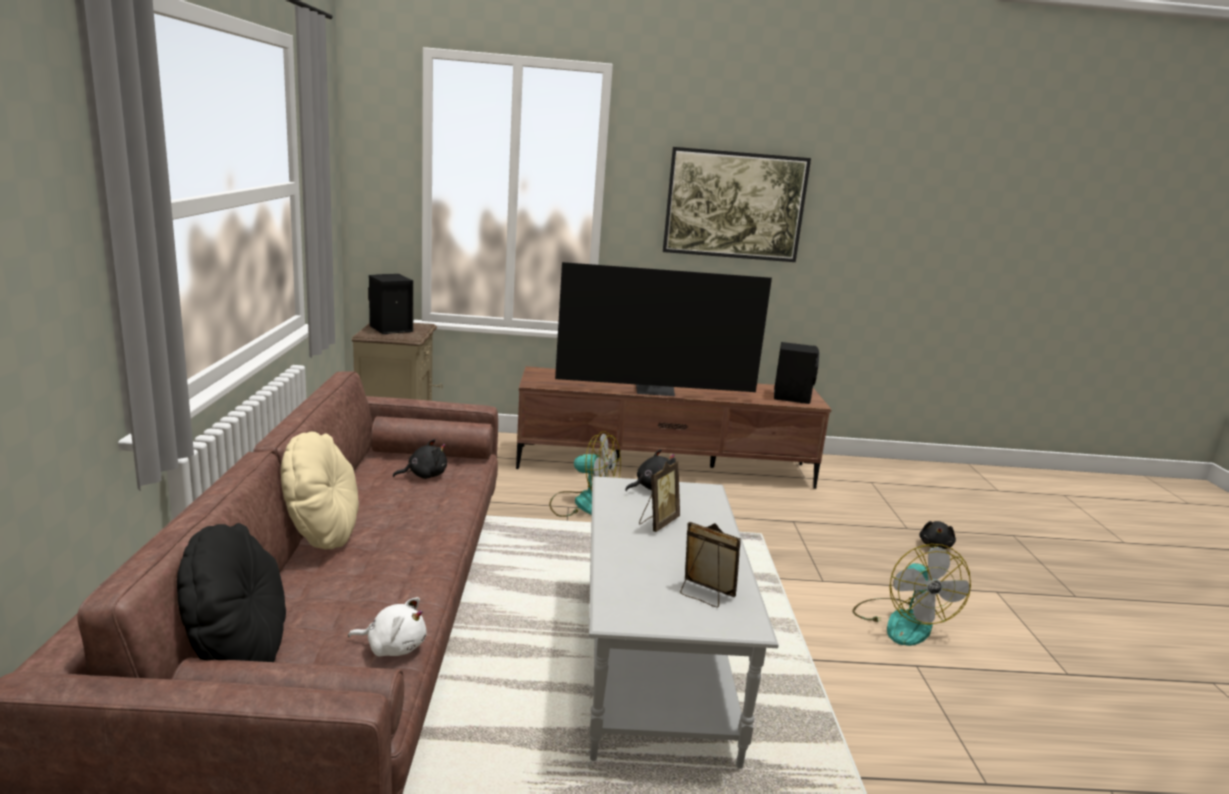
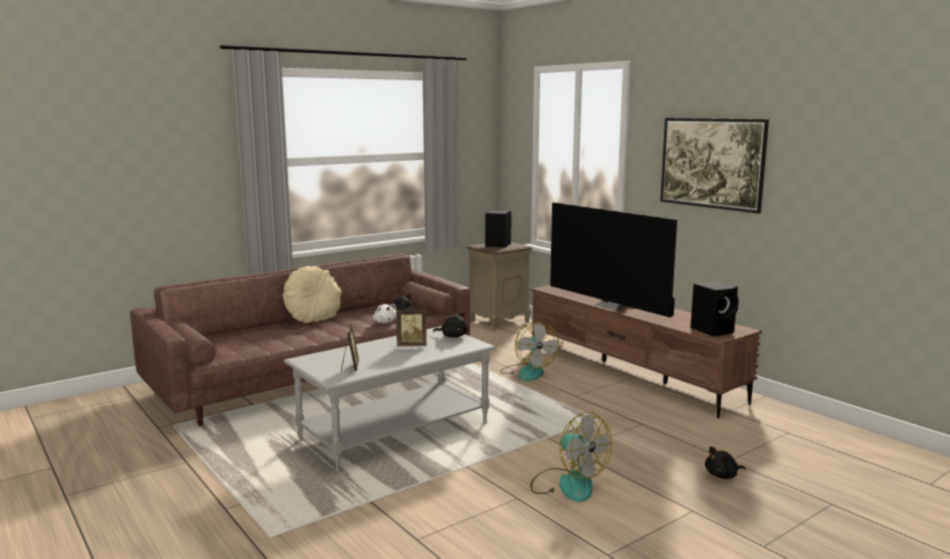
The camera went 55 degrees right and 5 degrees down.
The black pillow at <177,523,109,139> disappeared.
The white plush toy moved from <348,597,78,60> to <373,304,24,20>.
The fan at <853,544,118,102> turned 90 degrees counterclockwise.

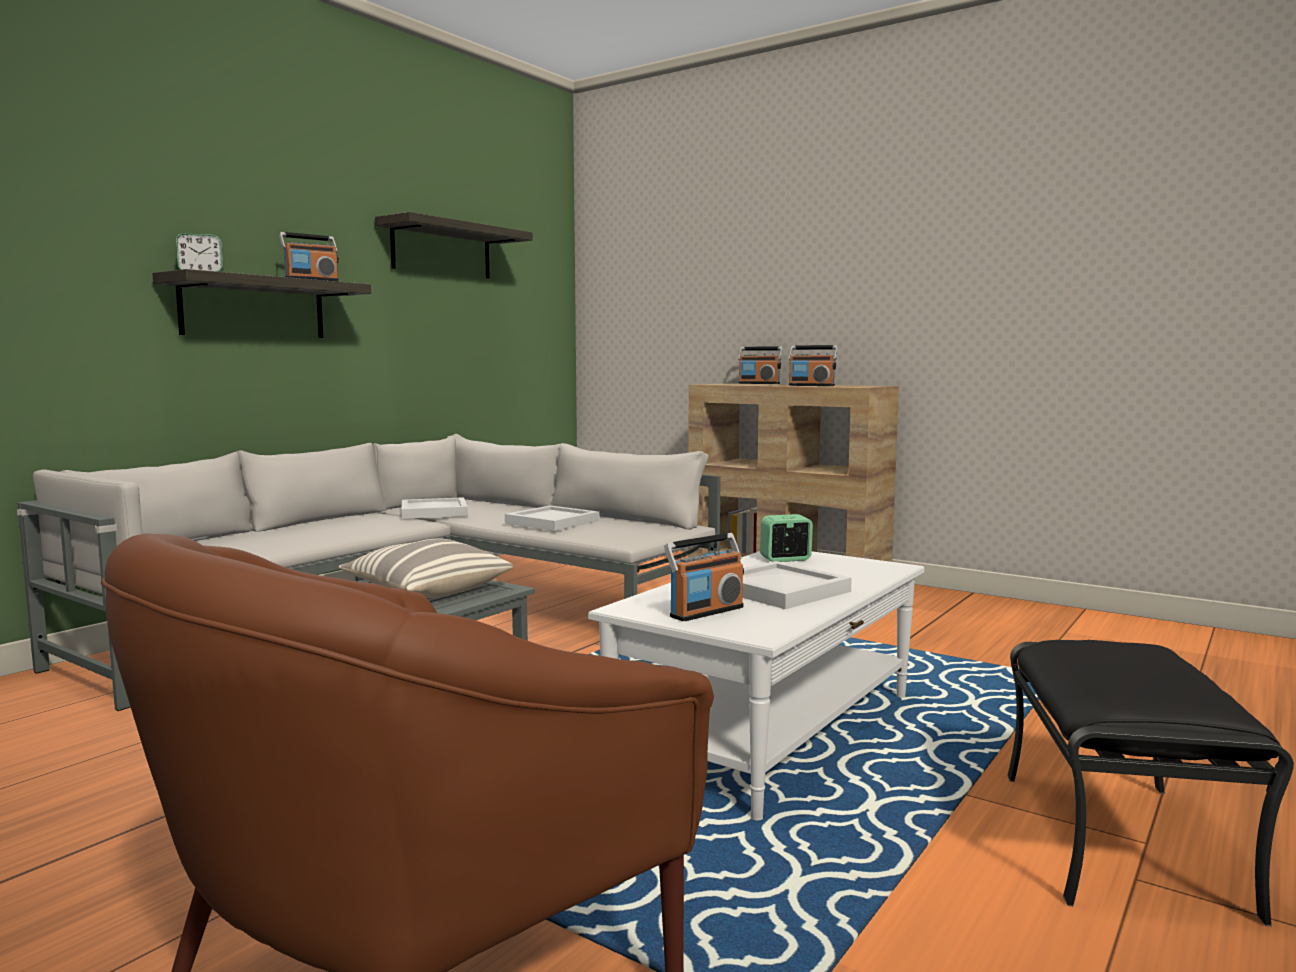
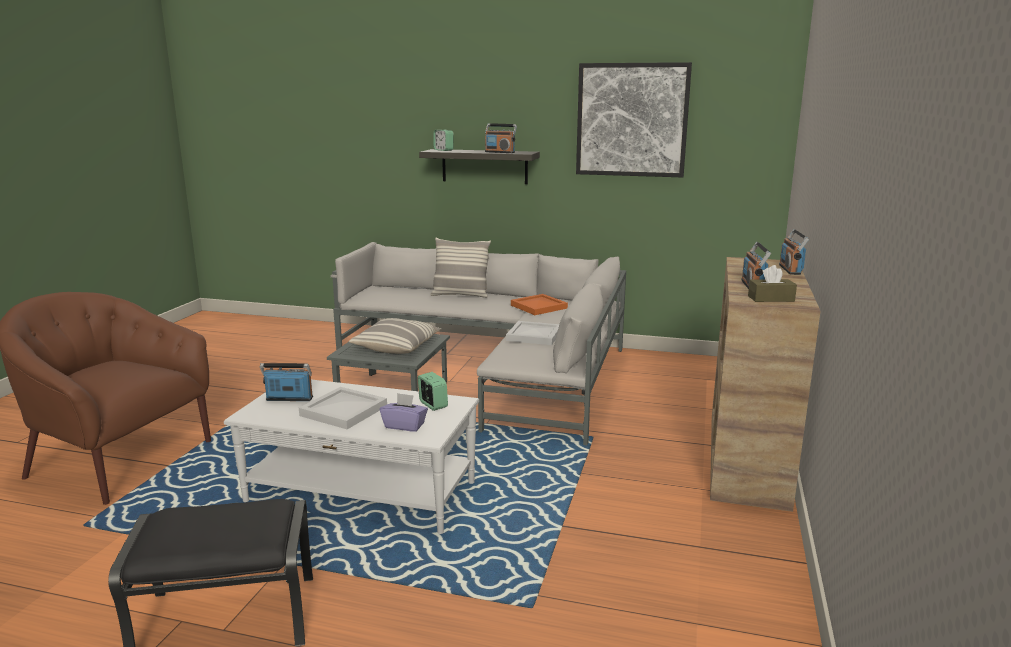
The camera went 70 degrees right and 10 degrees up.
The shelf at <375,212,158,66> was replaced by the picture at <576,62,116,115>.
The white tray at <401,497,67,22> became the orange tray at <511,294,57,21>.
The radio at <664,533,80,88> turned 150 degrees clockwise.
The purple tissue box at <380,393,48,39> appeared.
The pillow at <430,238,61,60> appeared.
The brown tissue box at <748,265,49,37> appeared.

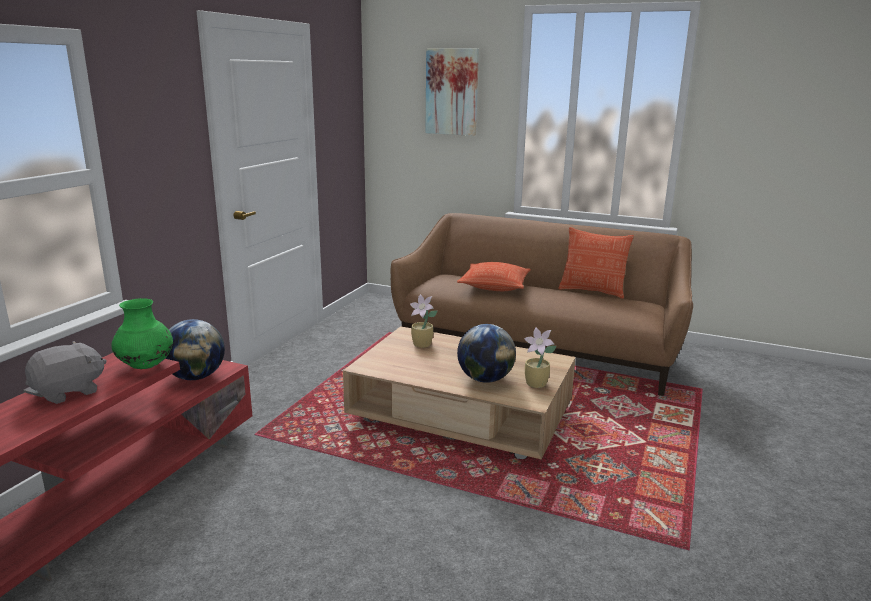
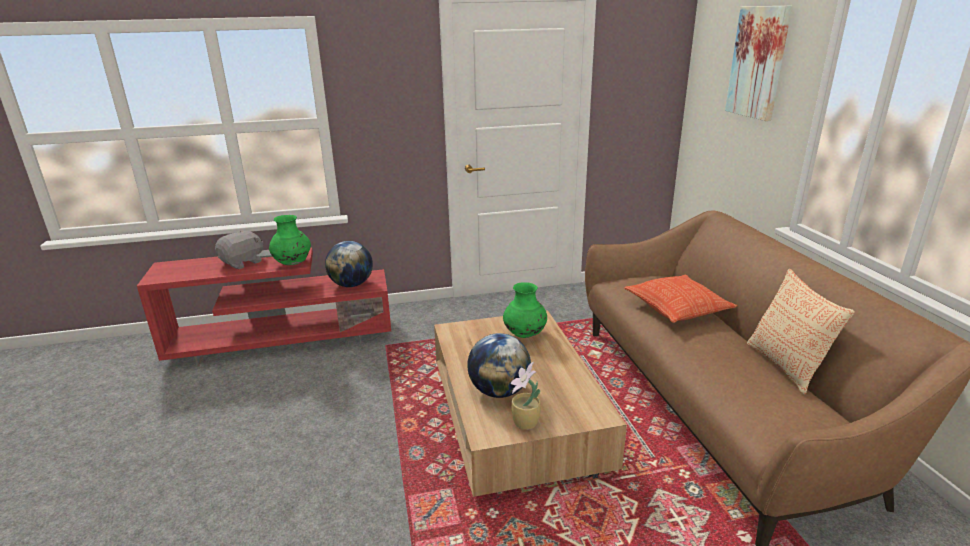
The camera went 55 degrees right and 5 degrees up.
The grey plush toy at <25,341,82,63> turned 60 degrees counterclockwise.
The potted plant at <410,294,28,54> was replaced by the green vase at <503,282,44,56>.
The orange pillow at <558,227,76,72> became the beige pillow at <747,269,108,125>.

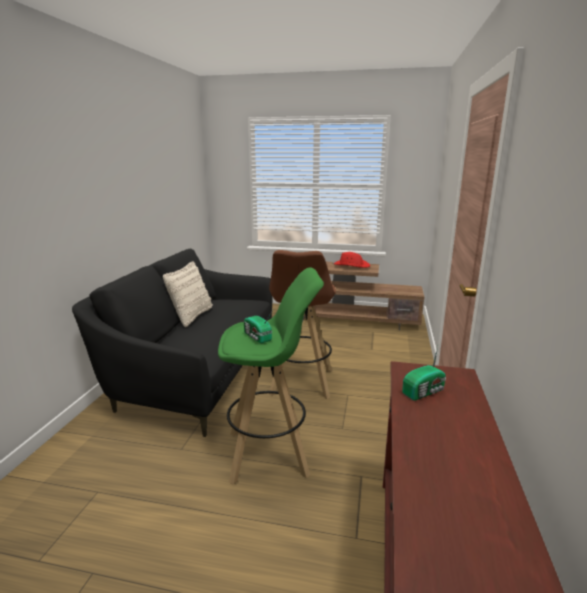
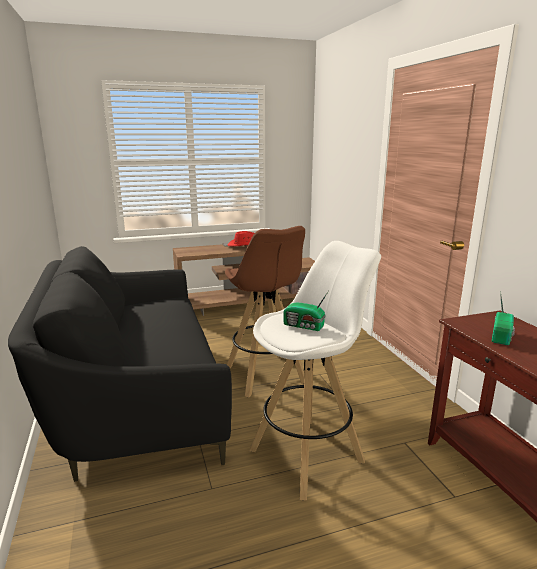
The camera went 30 degrees left and 0 degrees up.
The beige pillow at <163,261,50,66> disappeared.
The green stool at <218,267,106,218> became the white stool at <249,241,132,259>.

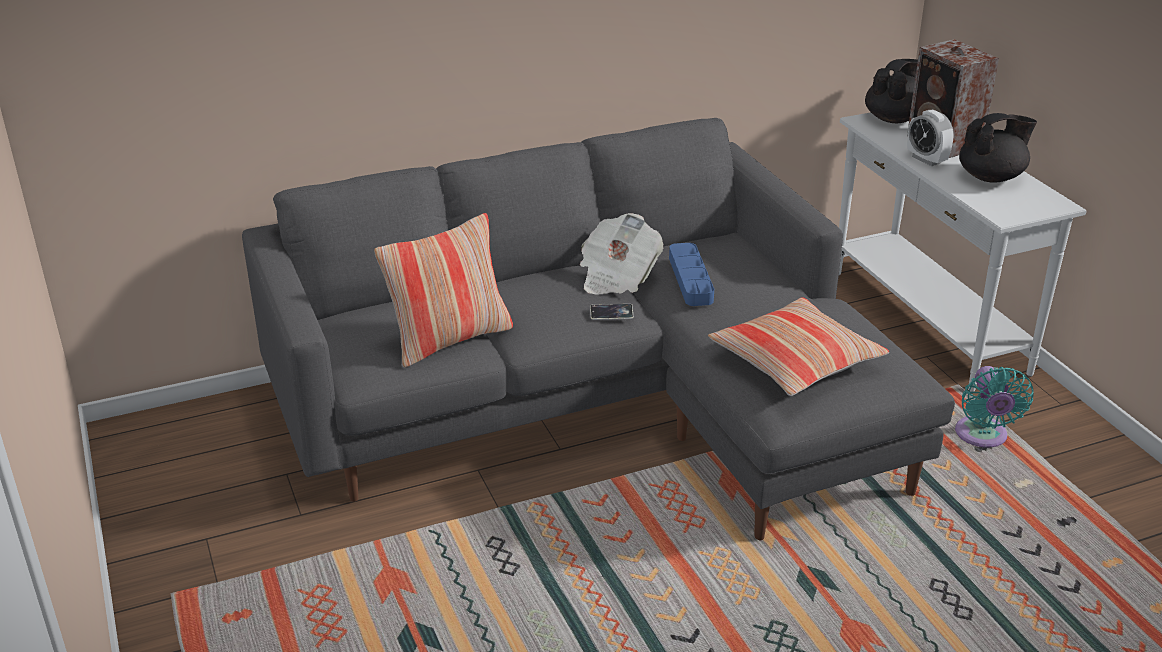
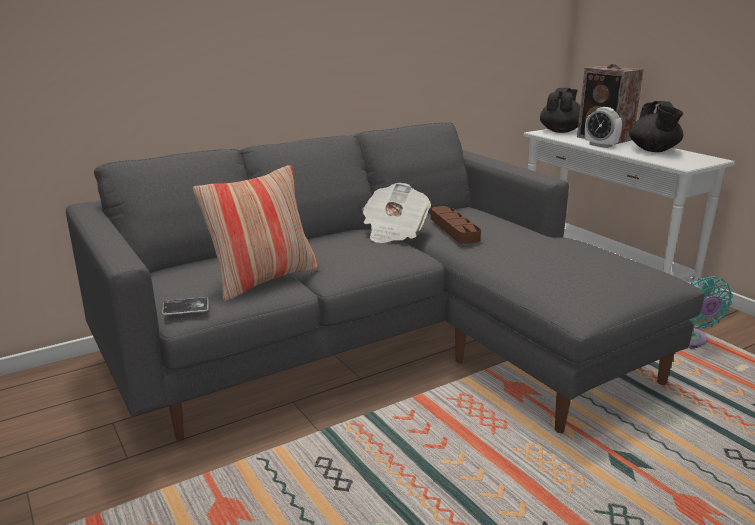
The camera went 10 degrees left and 10 degrees down.
The phone moved from <590,304,43,16> to <163,297,45,18>.
The blue tray at <669,243,45,63> became the brown tray at <430,206,51,38>.
The pillow at <708,297,181,99> disappeared.
The black teapot at <959,113,78,70> turned 120 degrees clockwise.

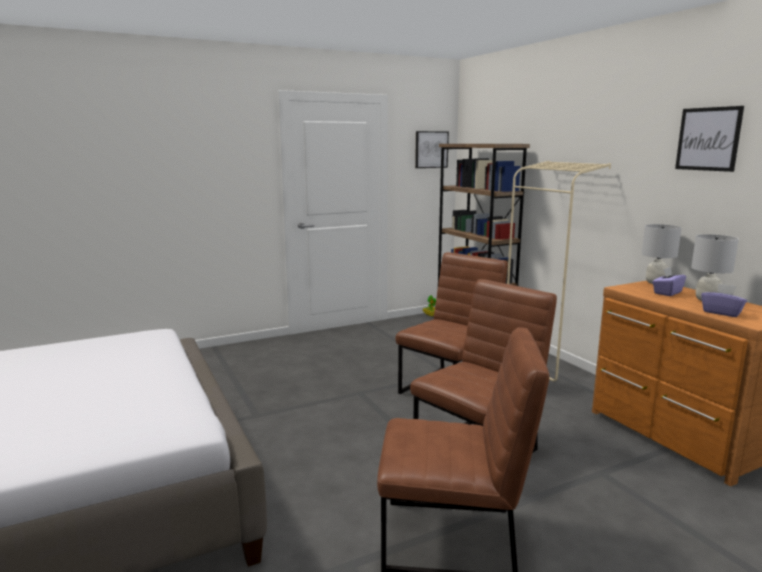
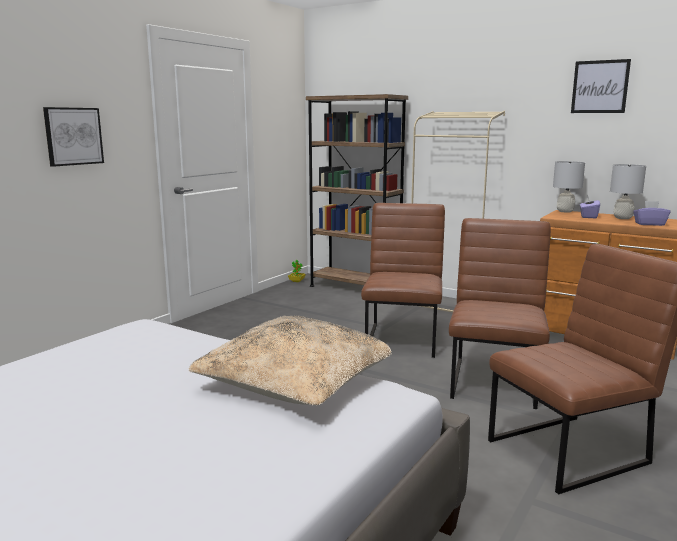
The camera went 30 degrees left and 0 degrees up.
The picture moved from <415,131,34,37> to <43,107,61,60>.
The beige pillow at <189,316,203,90> appeared.

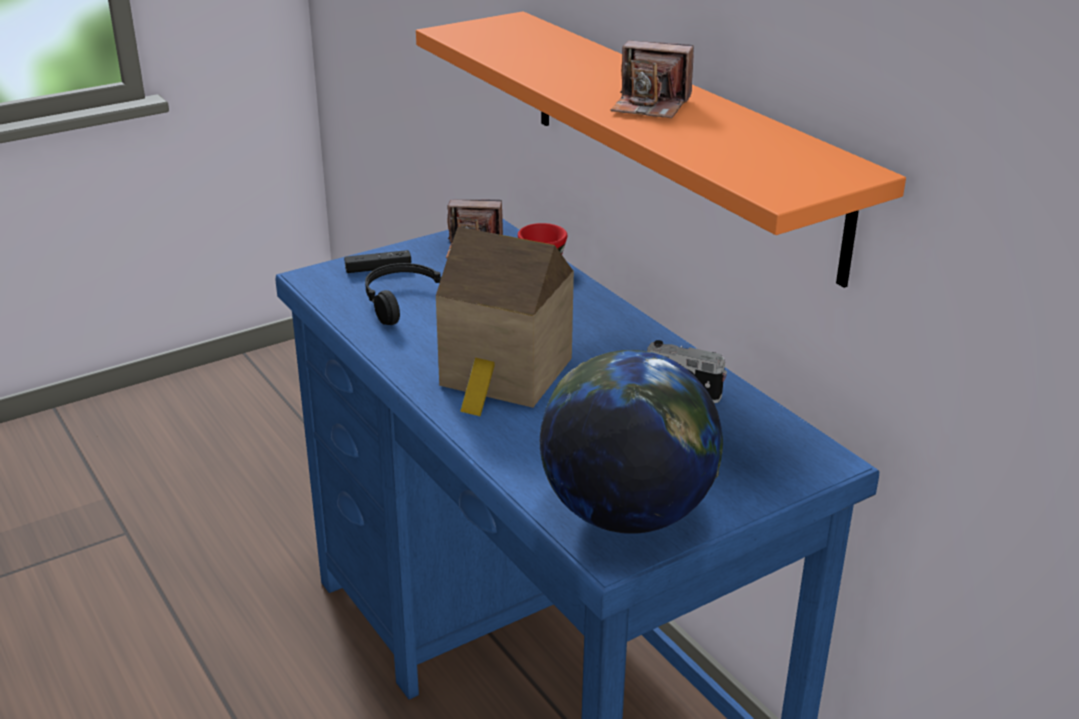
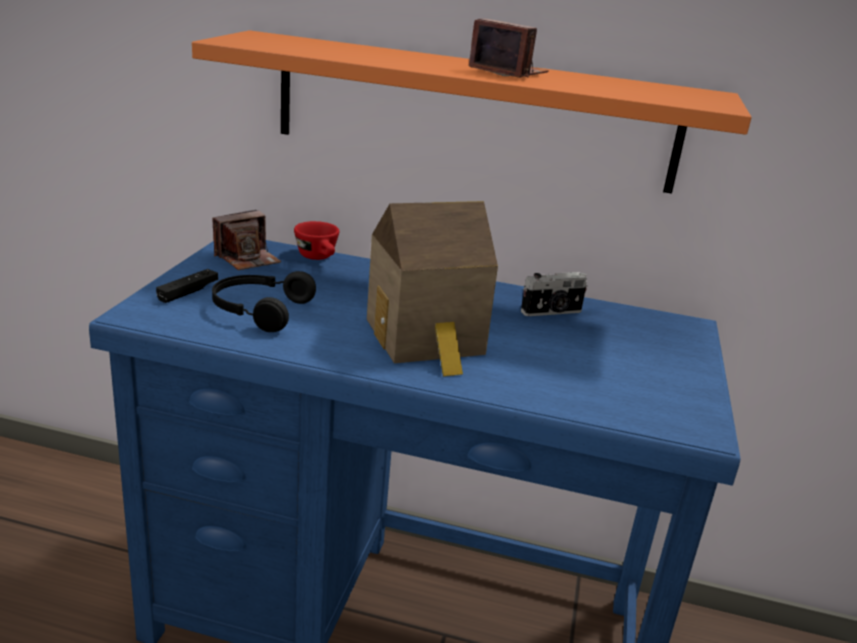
The camera went 45 degrees left and 5 degrees down.
The globe at <540,350,183,183> disappeared.
The photo camera at <610,40,84,78> turned 120 degrees counterclockwise.

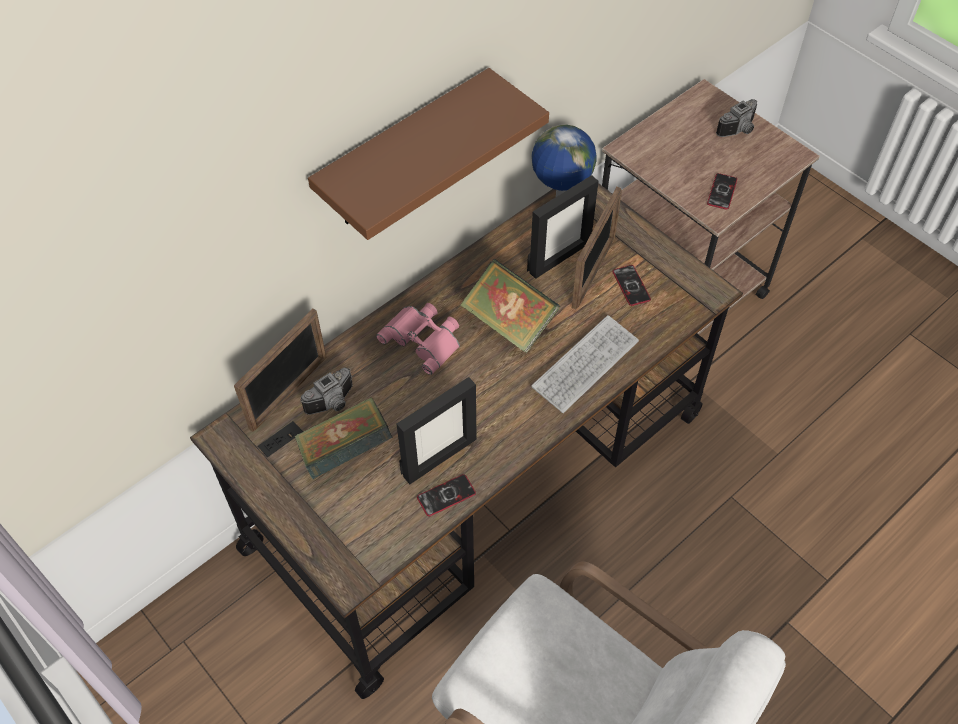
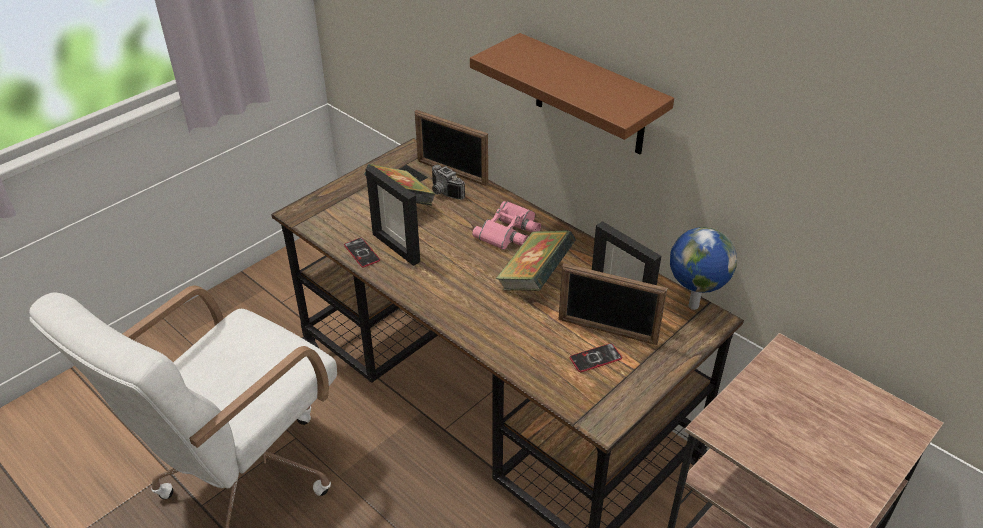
The camera went 85 degrees right and 15 degrees down.
The keyboard at <531,315,108,98> disappeared.
The phone at <707,173,30,37> disappeared.
The photo camera at <716,99,41,38> disappeared.

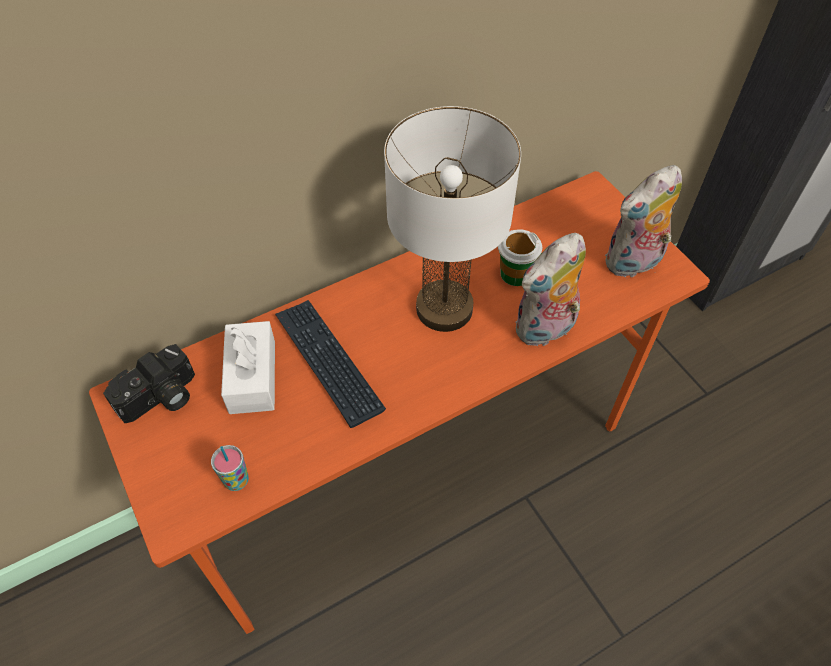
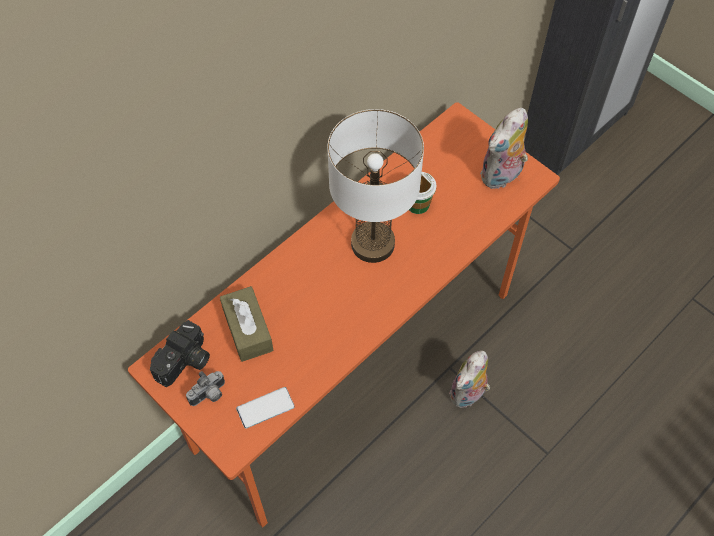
The camera went 15 degrees left and 5 degrees up.
The cup at <211,445,38,46> was replaced by the phone at <236,387,59,41>.
The white tissue box at <221,321,54,93> became the brown tissue box at <220,286,53,76>.
The keyboard at <275,300,111,128> disappeared.
The plush toy moved from <515,233,71,115> to <449,351,41,57>.
The photo camera at <186,371,39,35> appeared.

